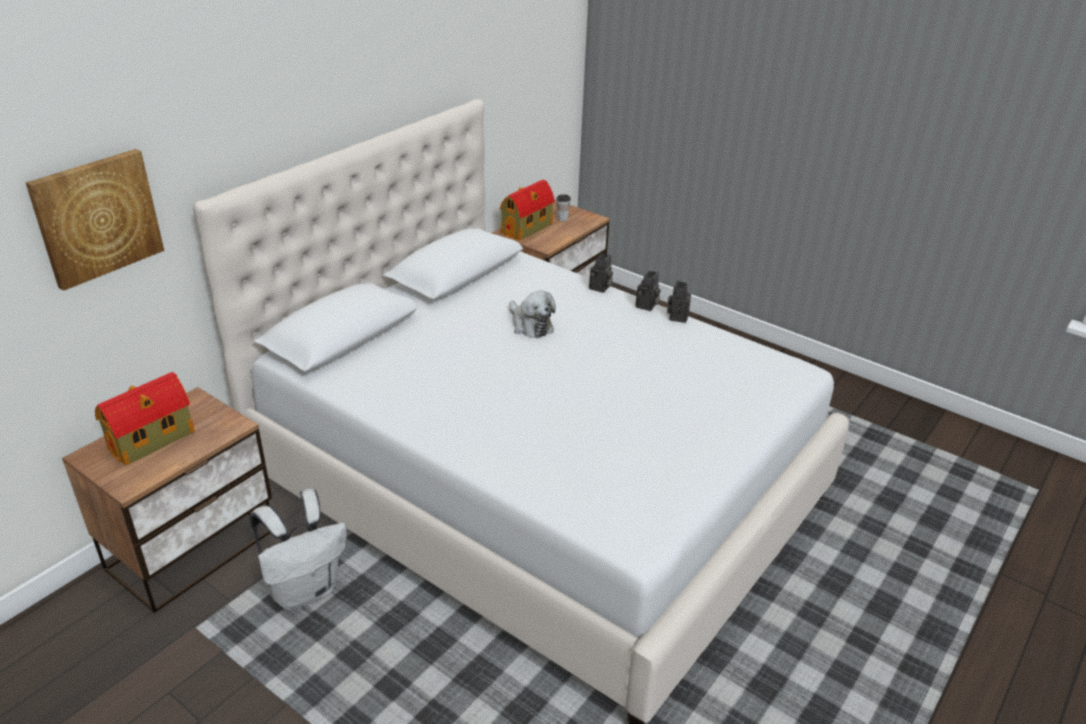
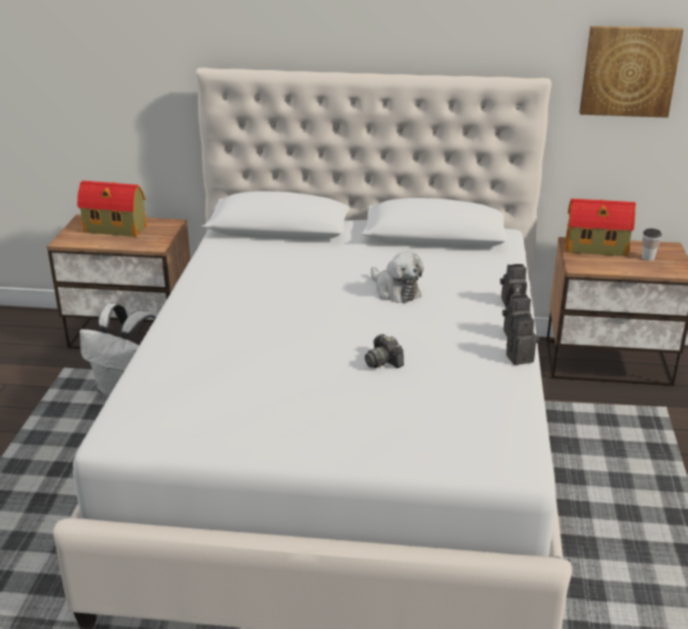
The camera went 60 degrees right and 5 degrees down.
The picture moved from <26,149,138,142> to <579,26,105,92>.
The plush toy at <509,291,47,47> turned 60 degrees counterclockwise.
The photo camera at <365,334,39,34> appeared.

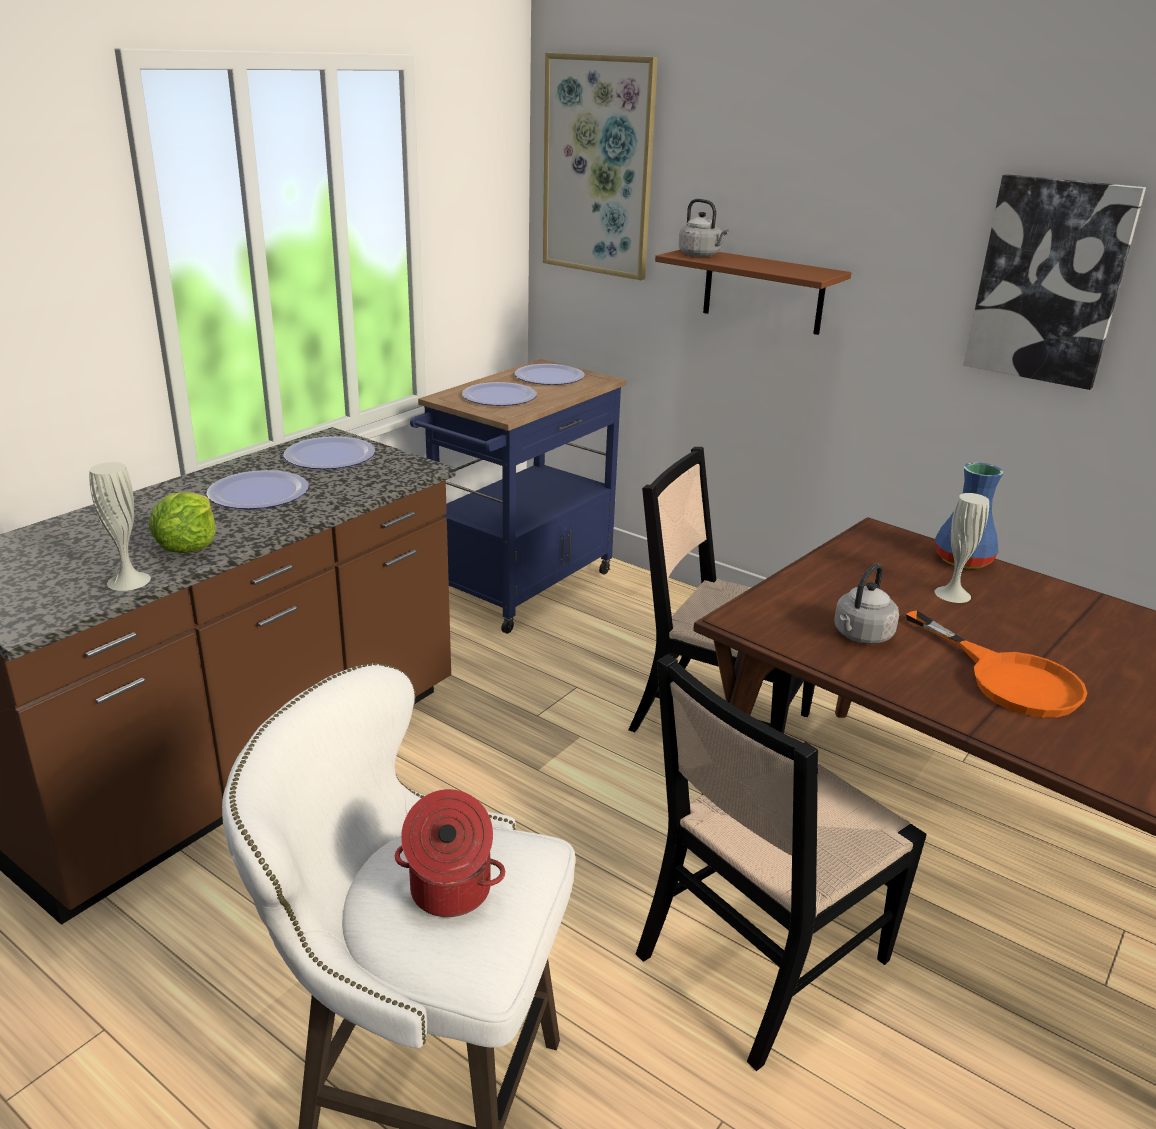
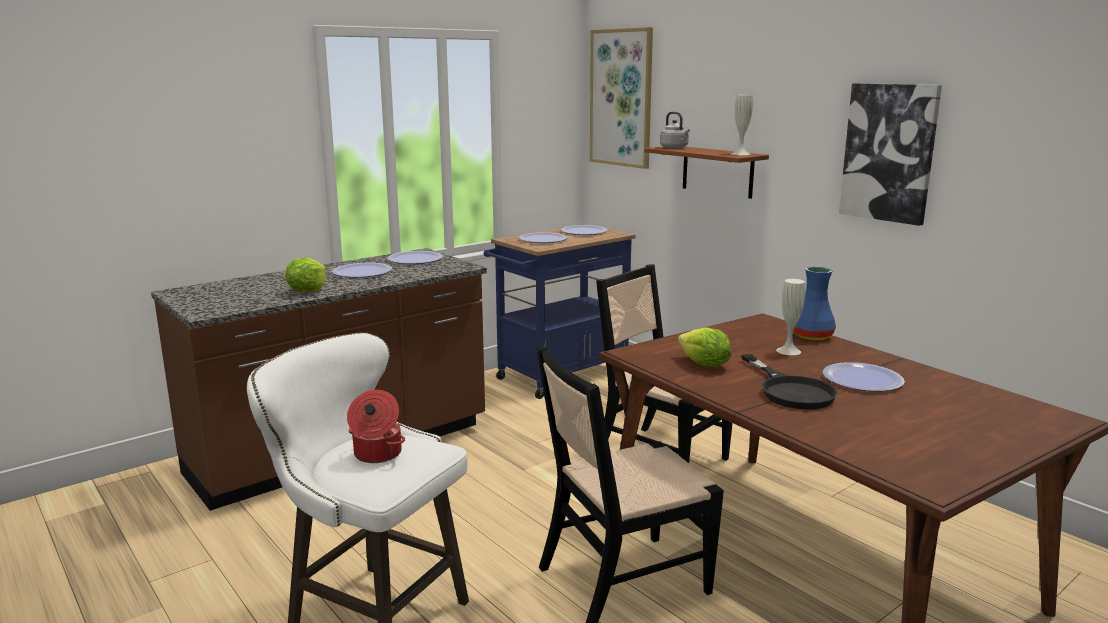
The camera went 15 degrees right and 10 degrees down.
The white vase moved from <89,462,62,129> to <732,95,21,60>.
The grey kettle at <834,564,65,80> was replaced by the lettuce at <678,327,53,40>.
The orange frying pan at <906,611,181,107> became the black frying pan at <741,354,97,56>.
The plate at <823,362,82,29> appeared.

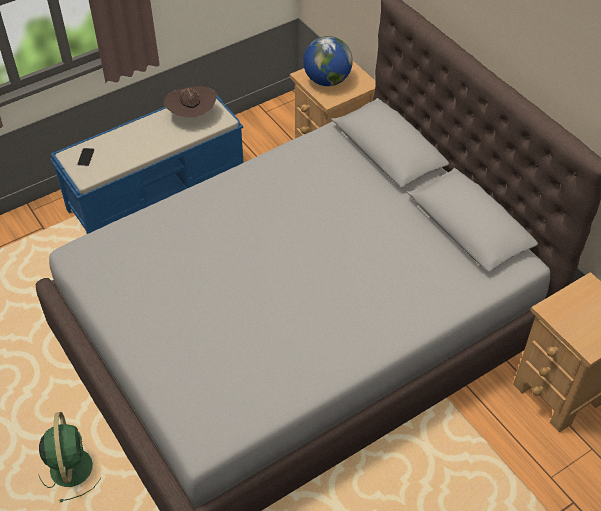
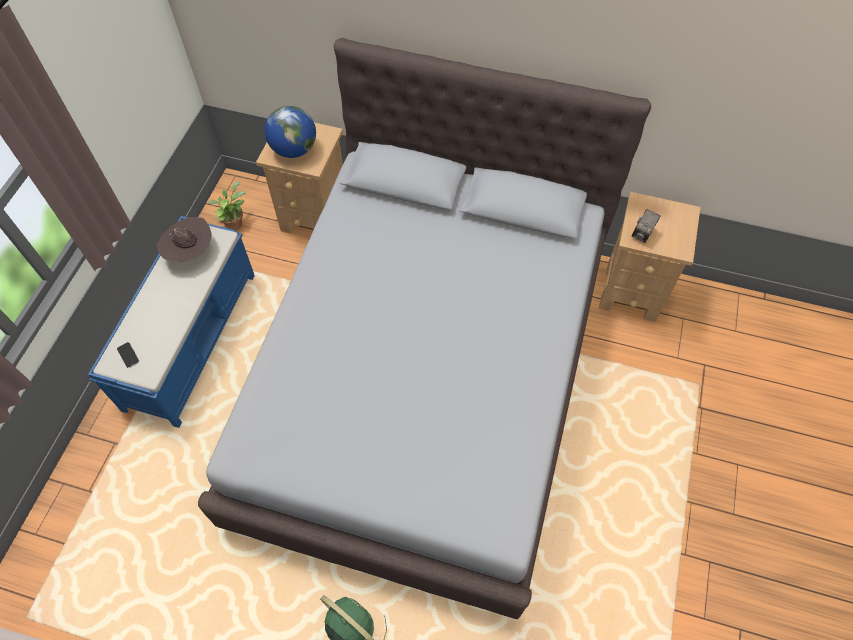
The camera went 40 degrees left and 10 degrees up.
The potted plant at <208,182,38,48> appeared.
The photo camera at <632,209,29,34> appeared.

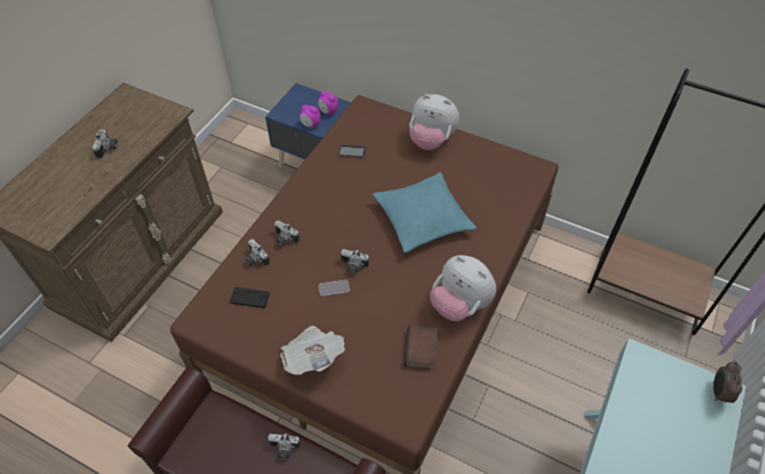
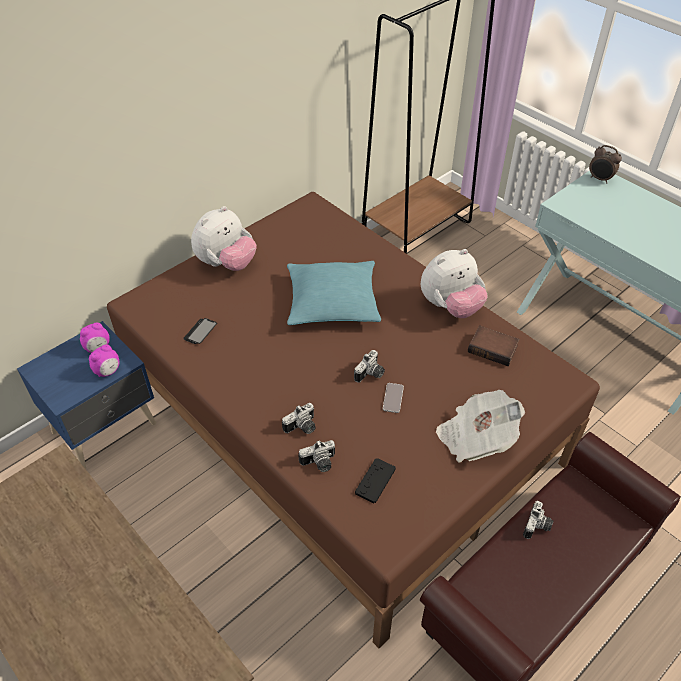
The camera went 70 degrees left and 5 degrees down.
The photo camera at <92,129,26,30> disappeared.

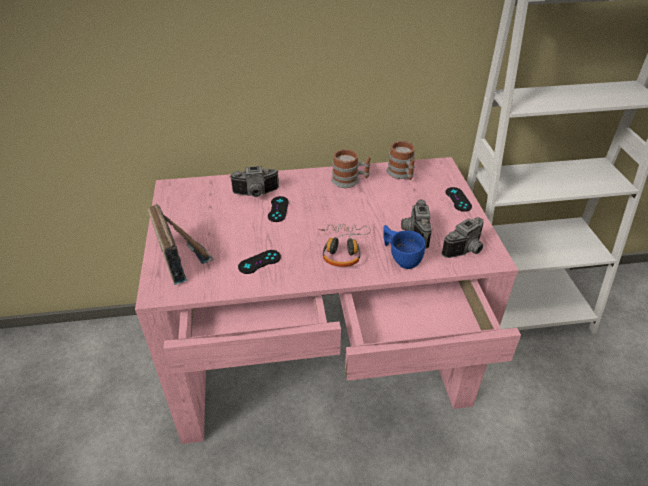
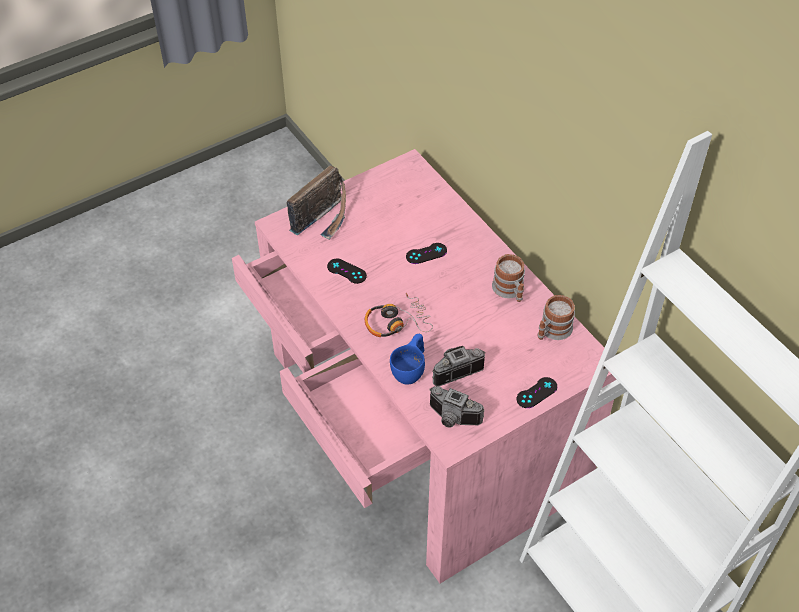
The camera went 65 degrees right and 10 degrees up.
The photo camera at <230,166,49,31> disappeared.

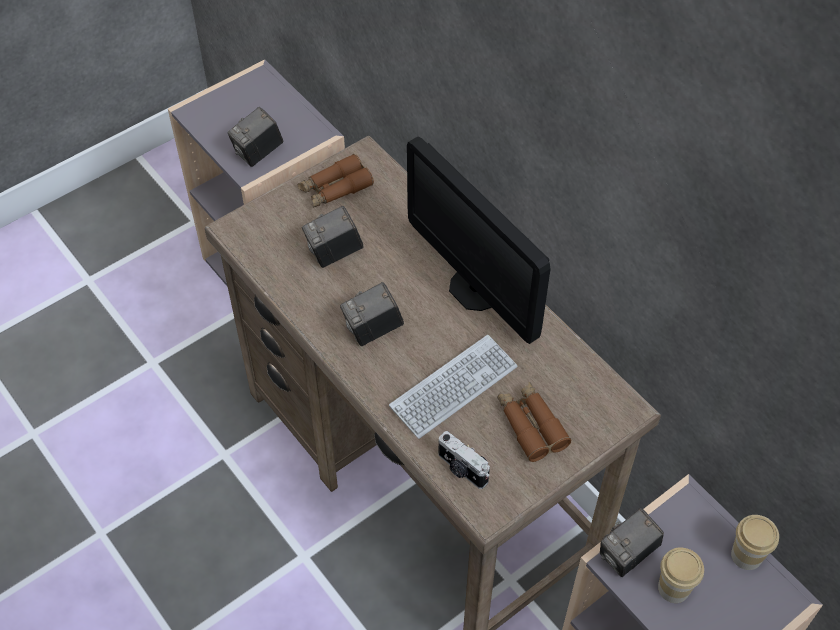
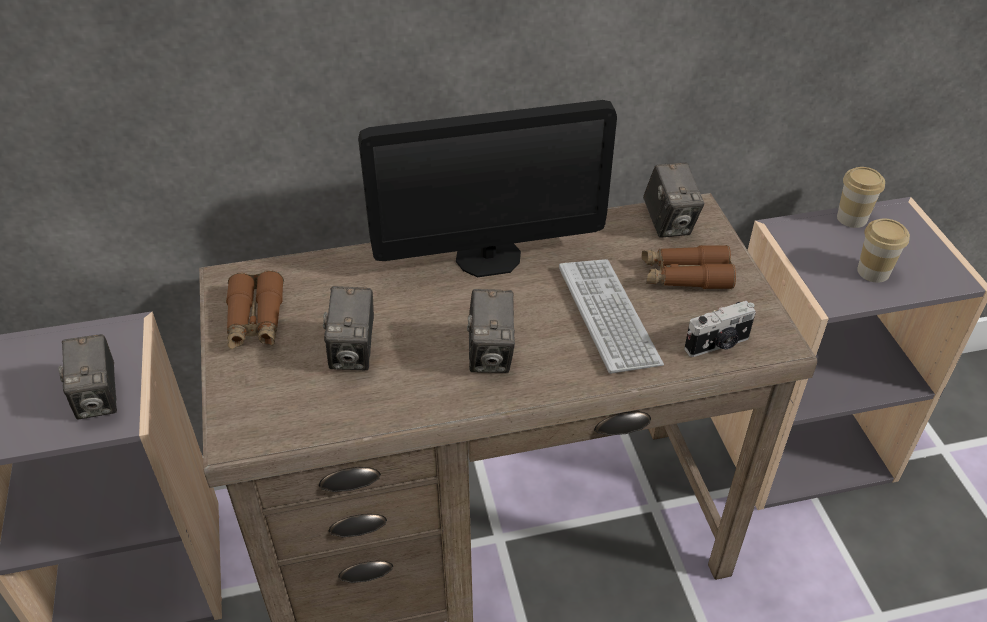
The camera went 65 degrees left and 10 degrees down.
The photo camera moved from <600,508,64,69> to <643,163,61,75>.

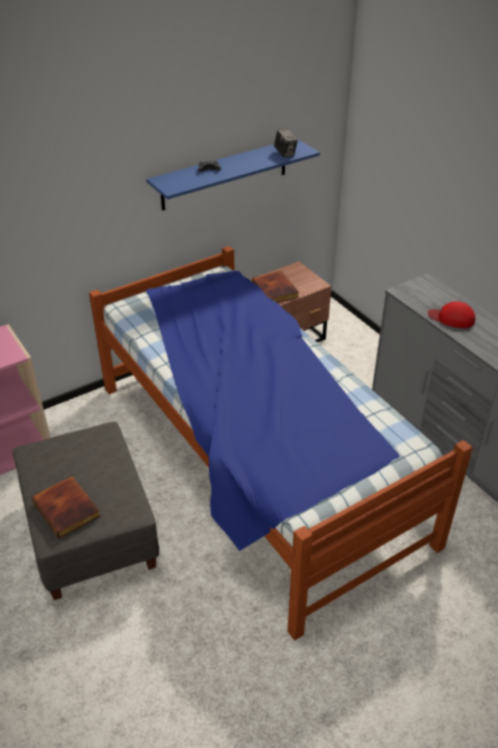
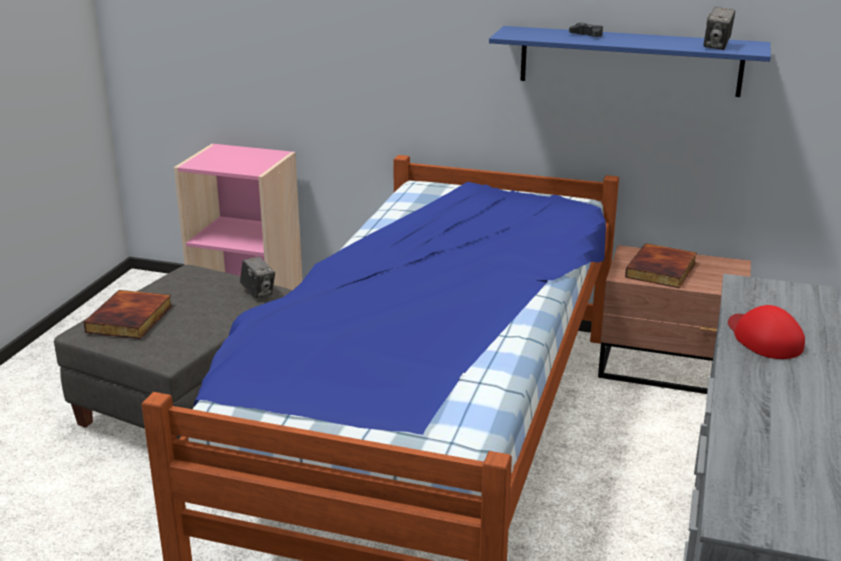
The camera went 50 degrees right and 15 degrees down.
The photo camera at <240,256,35,42> appeared.

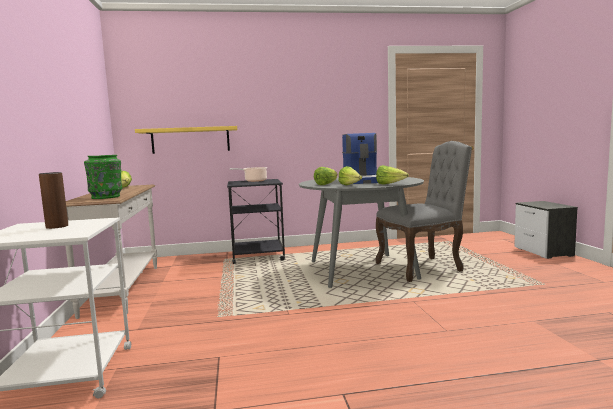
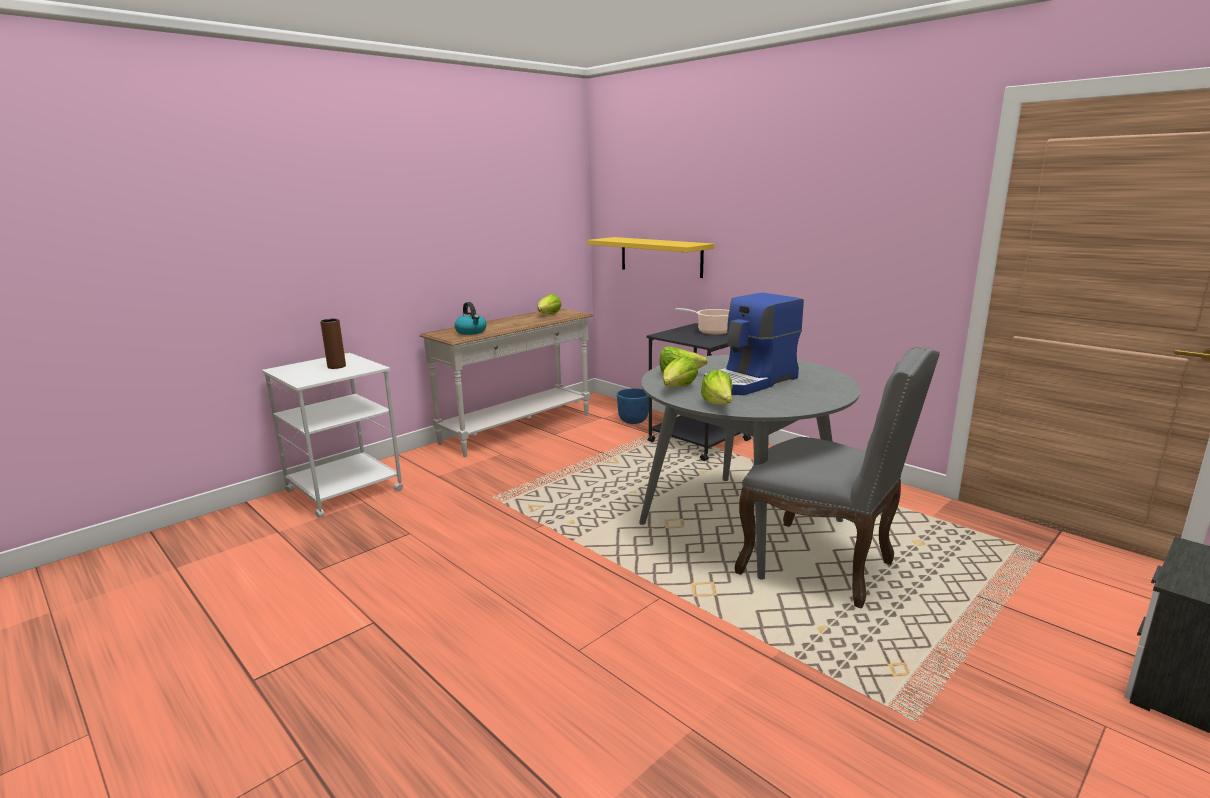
The camera went 55 degrees right and 10 degrees up.
The green vase at <84,155,38,44> was replaced by the kettle at <454,302,33,33>.
The blue planter at <617,388,32,36> appeared.

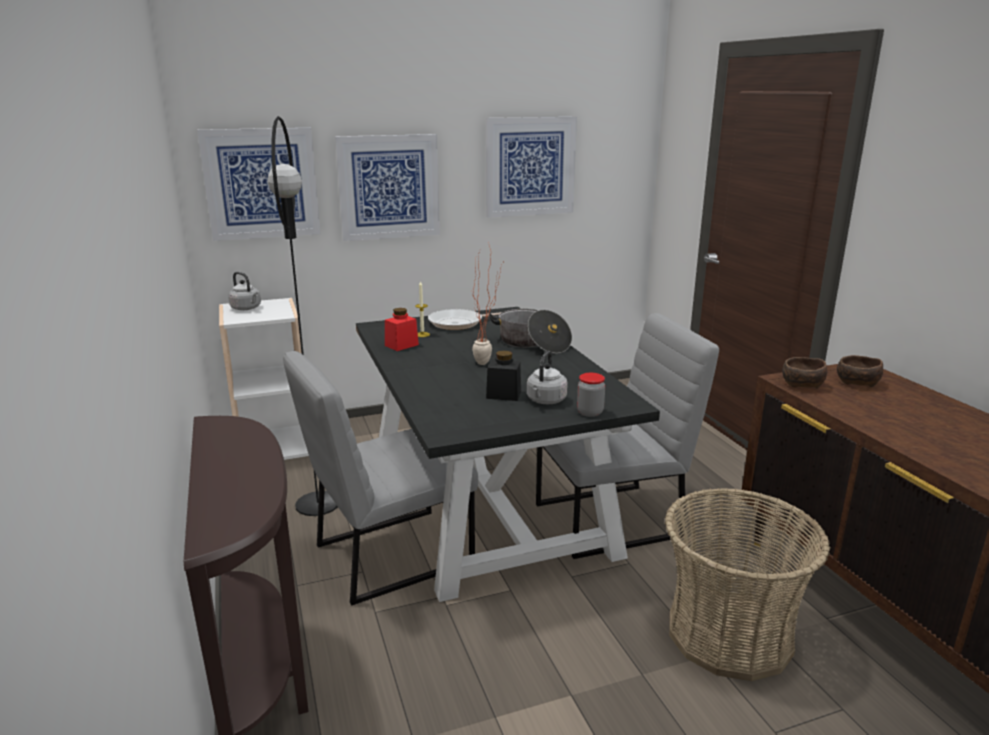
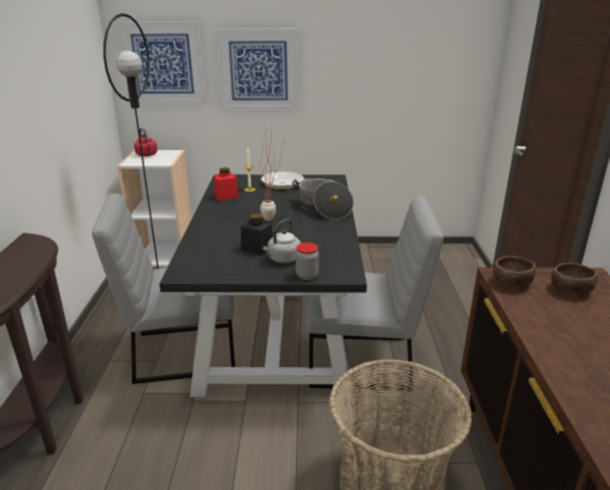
The camera went 20 degrees right and 5 degrees up.
The grey kettle at <228,272,33,38> became the red kettle at <134,128,23,28>.
The picture at <486,117,91,101> disappeared.

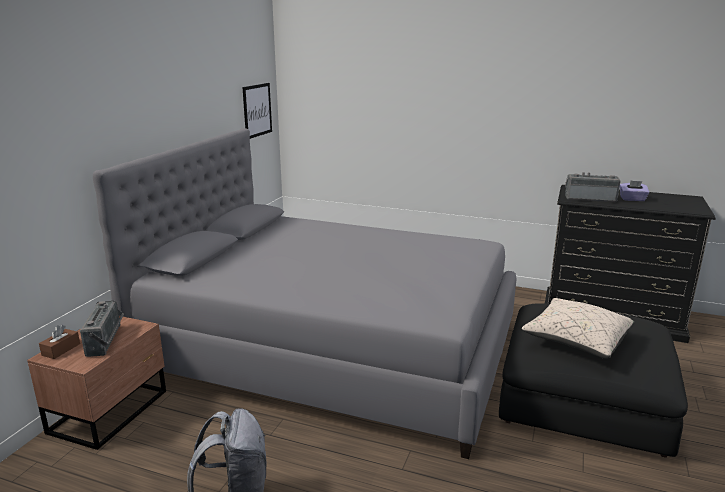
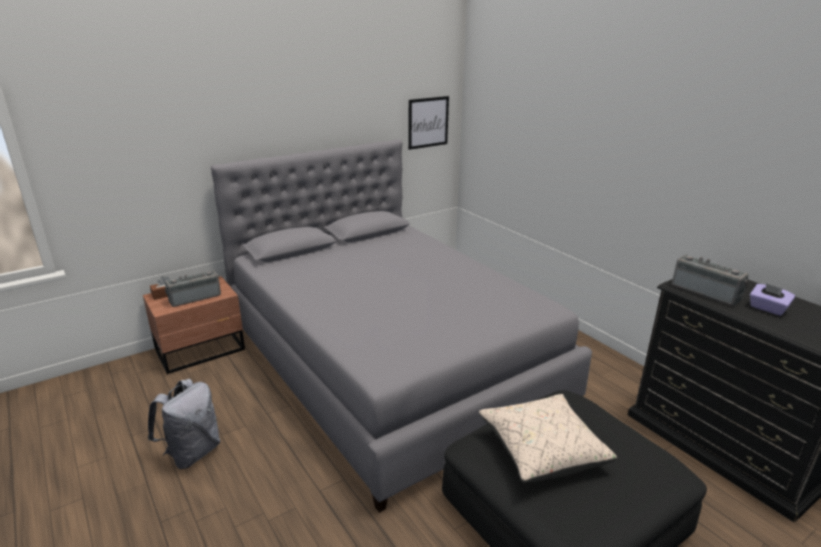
The camera went 35 degrees right and 5 degrees up.
The radio at <80,301,44,56> turned 150 degrees counterclockwise.

